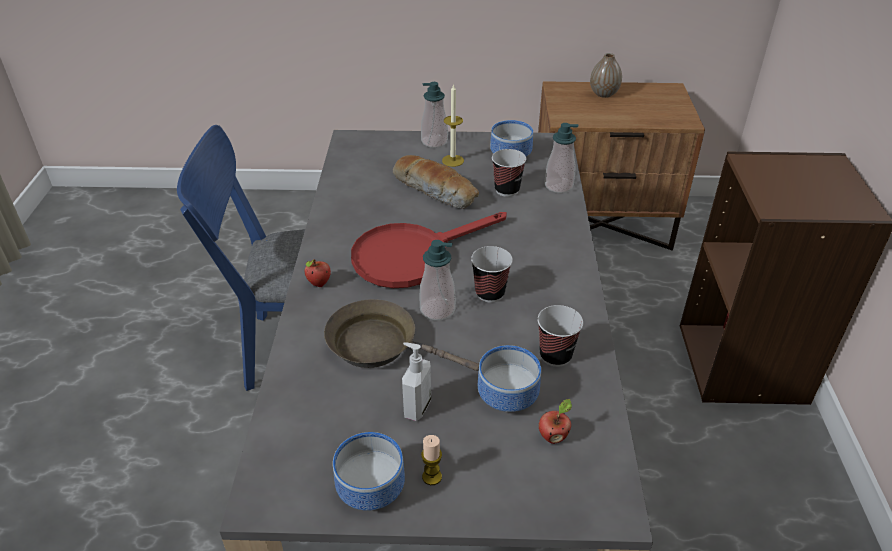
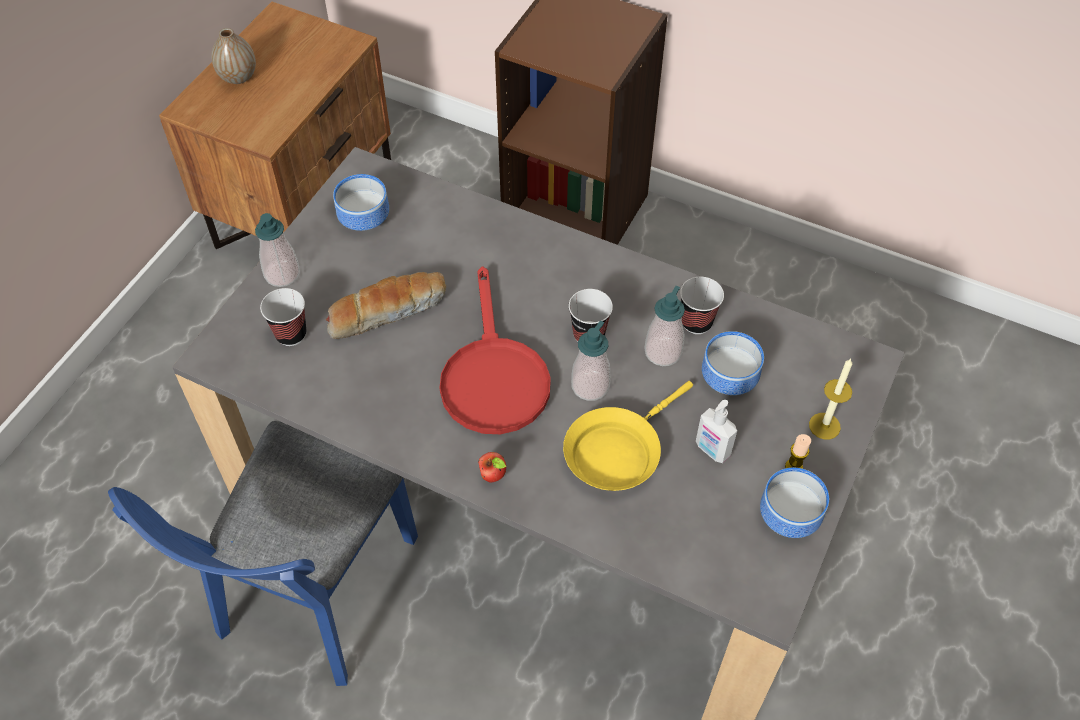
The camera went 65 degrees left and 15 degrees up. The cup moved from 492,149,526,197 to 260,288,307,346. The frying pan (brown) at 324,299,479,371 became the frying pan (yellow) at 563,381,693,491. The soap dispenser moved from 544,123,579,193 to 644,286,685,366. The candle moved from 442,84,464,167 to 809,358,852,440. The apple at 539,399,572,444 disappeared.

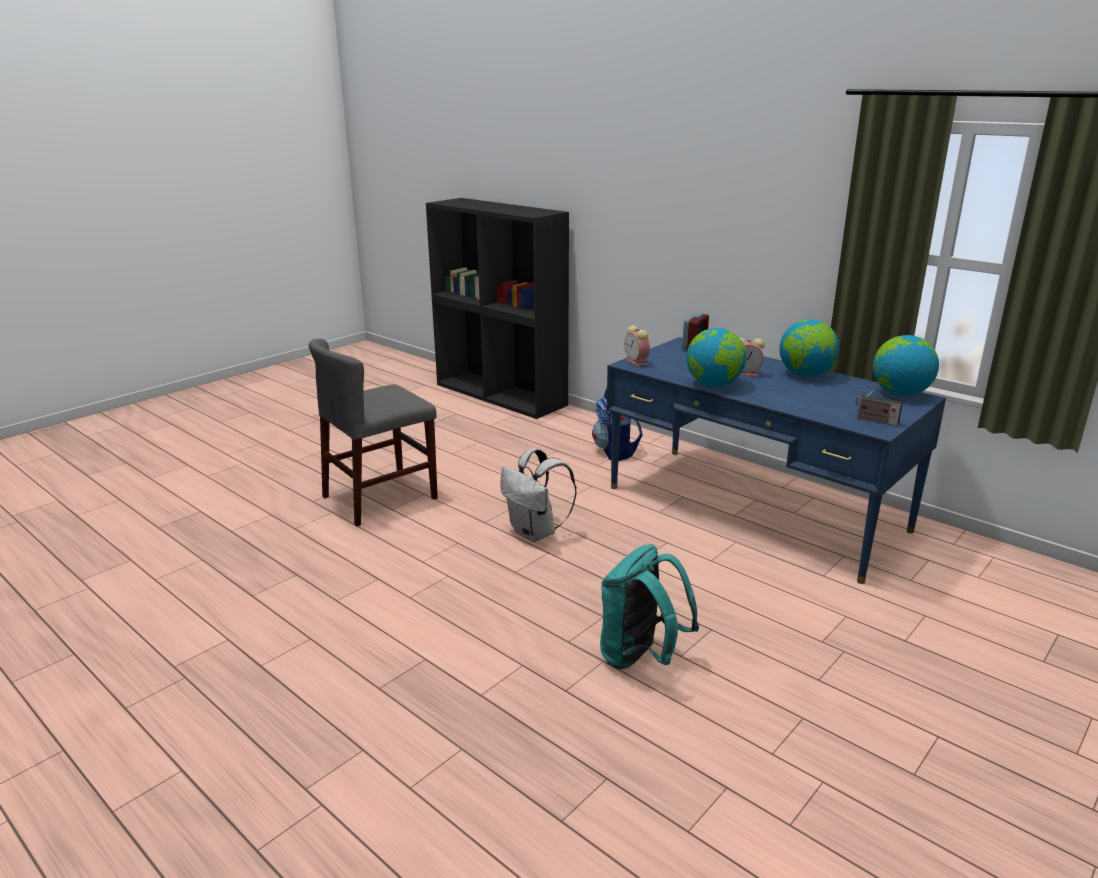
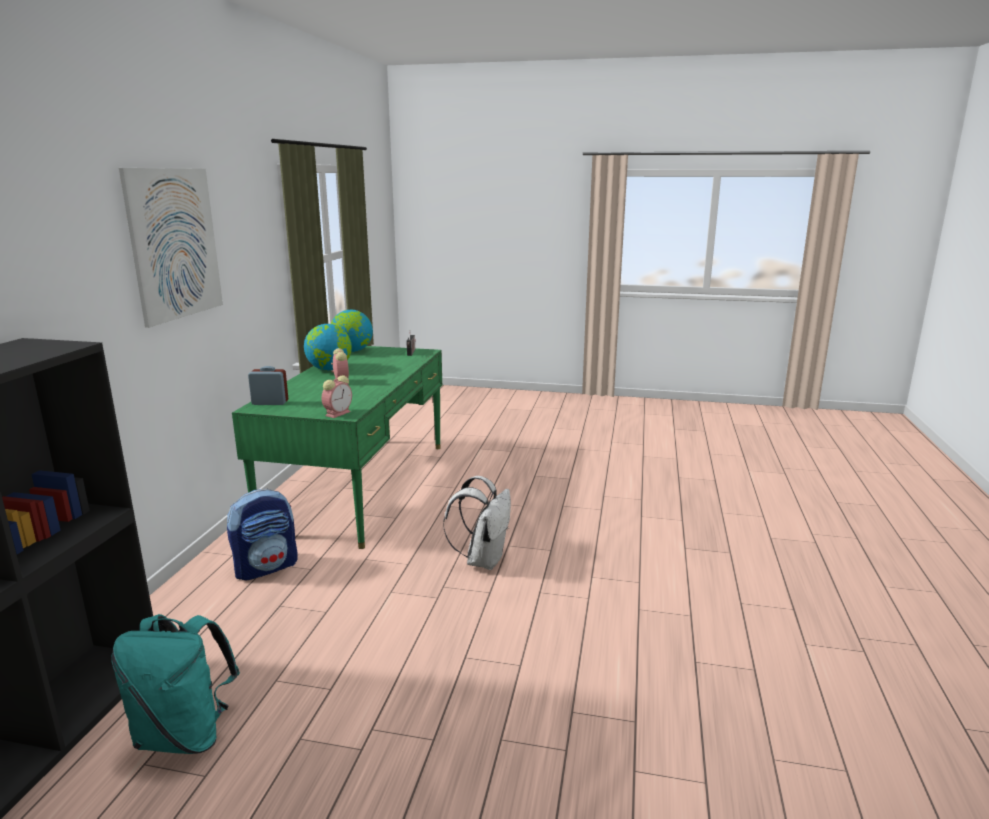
The camera went 120 degrees left and 5 degrees down. The backpack (turquoise) moved from 600,544,699,669 to 111,614,240,754. The picture at 119,168,223,328 appeared. The desk (blue) at 607,337,946,584 became the desk (green) at 232,346,442,549. The chair (grey) at 309,339,438,526 disappeared. The globe at 686,328,746,387 disappeared.

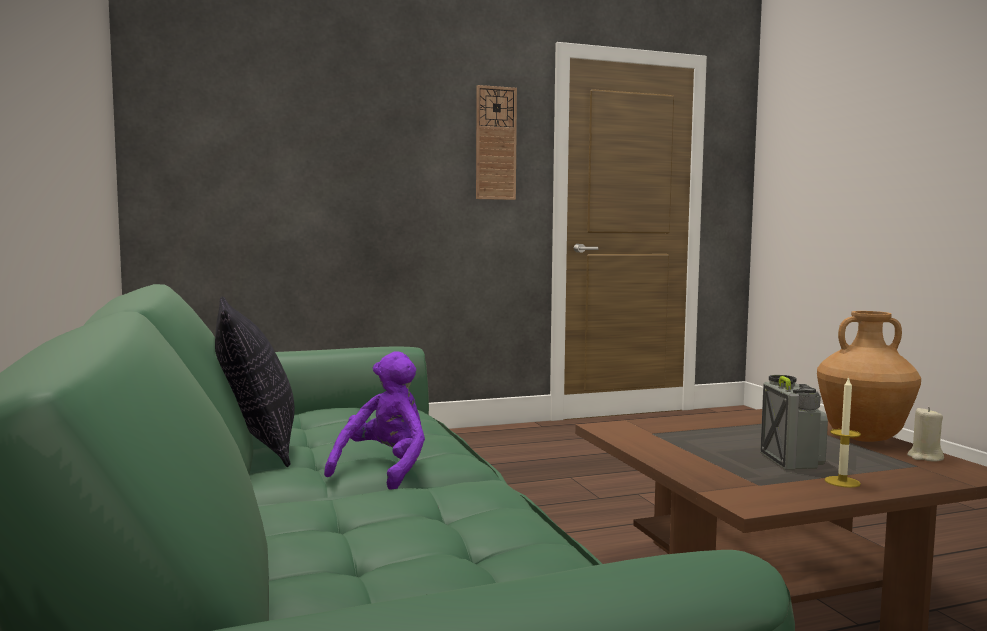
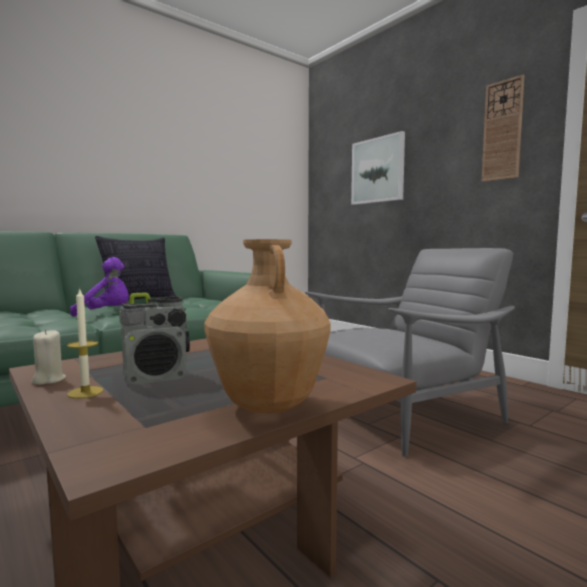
The camera went 70 degrees right and 0 degrees up. The candle (beige) moved from 907,407,944,461 to 31,329,66,385. The armchair (grey) at 305,248,515,457 appeared. The picture at 351,131,405,205 appeared.

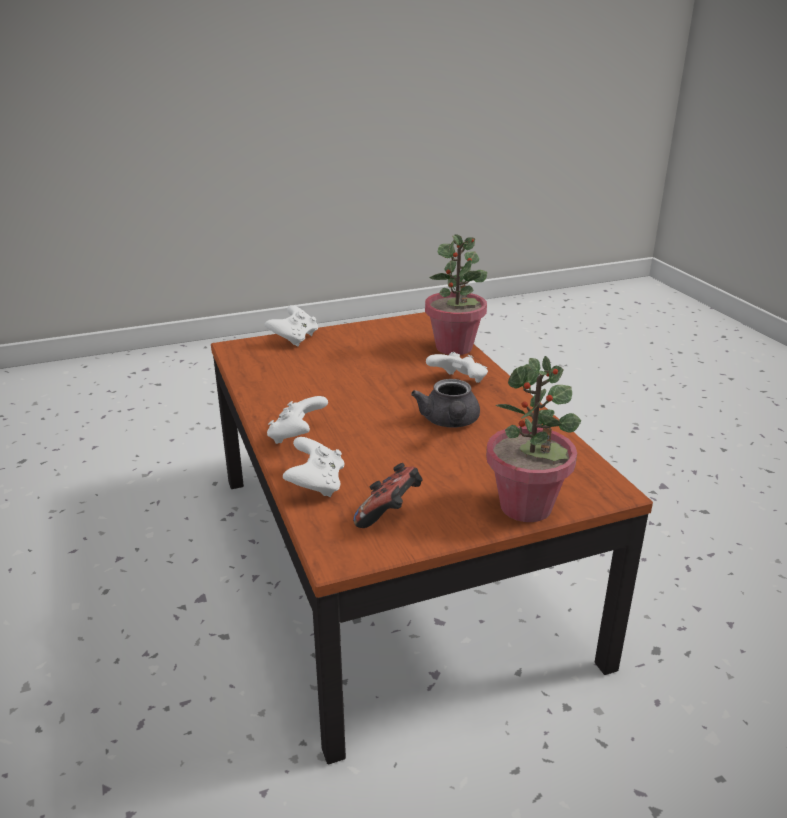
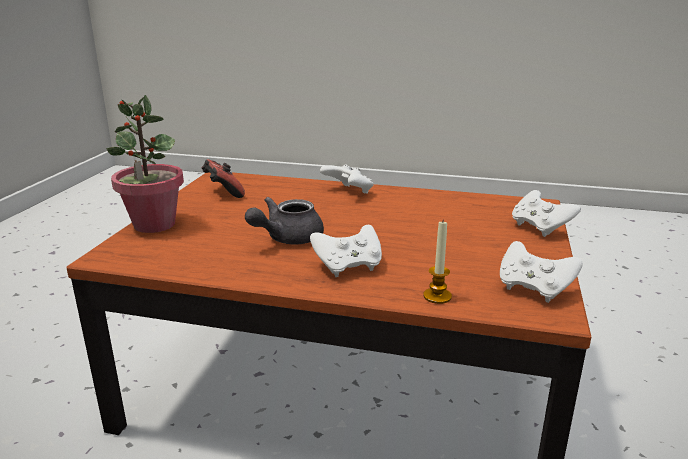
The camera went 125 degrees right and 5 degrees down. The teapot (grey) at 411,379,480,427 turned 75 degrees counterclockwise. The potted plant at 425,234,487,355 was replaced by the candle at 423,222,452,304. The game controller (white) moved from 283,437,345,497 to 500,241,583,303.

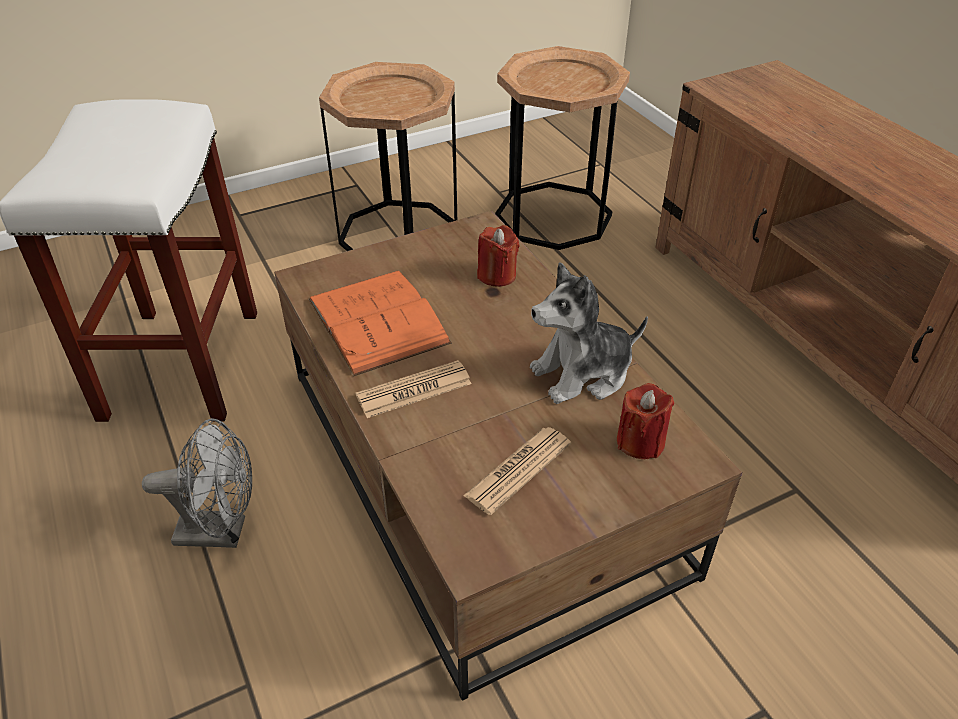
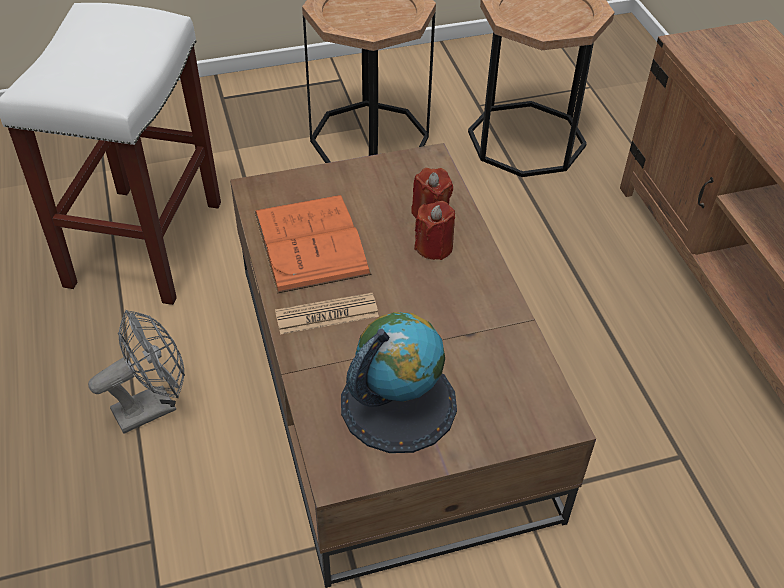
The camera went 10 degrees right and 5 degrees up. The fan (grey) at 142,418,252,548 turned 45 degrees counterclockwise. The newspaper at 463,427,571,515 was replaced by the globe at 341,312,457,453. The candle (red) moved from 617,383,674,459 to 414,201,455,260. The plush toy at 530,262,648,404 disappeared.

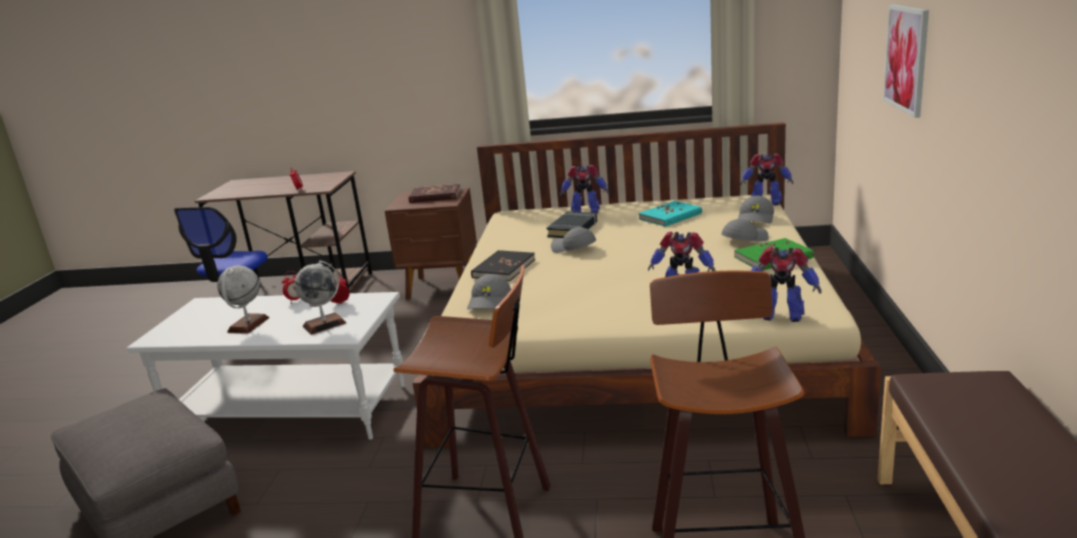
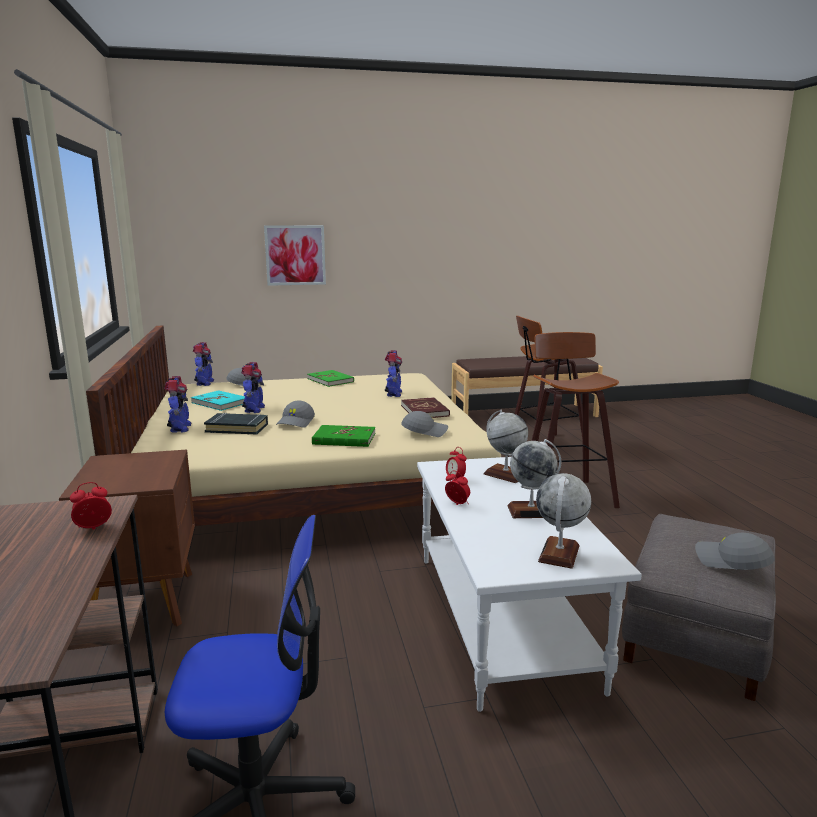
The camera went 110 degrees left and 5 degrees down. The toy robot moved from 751,247,821,322 to 241,362,265,413. The book (black) at 471,250,535,281 became the book (green) at 312,425,375,447. The book (red) moved from 408,184,461,203 to 401,397,450,418. The globe at 536,473,591,569 appeared. The cap (grey) moved from 721,219,769,241 to 695,533,775,570.

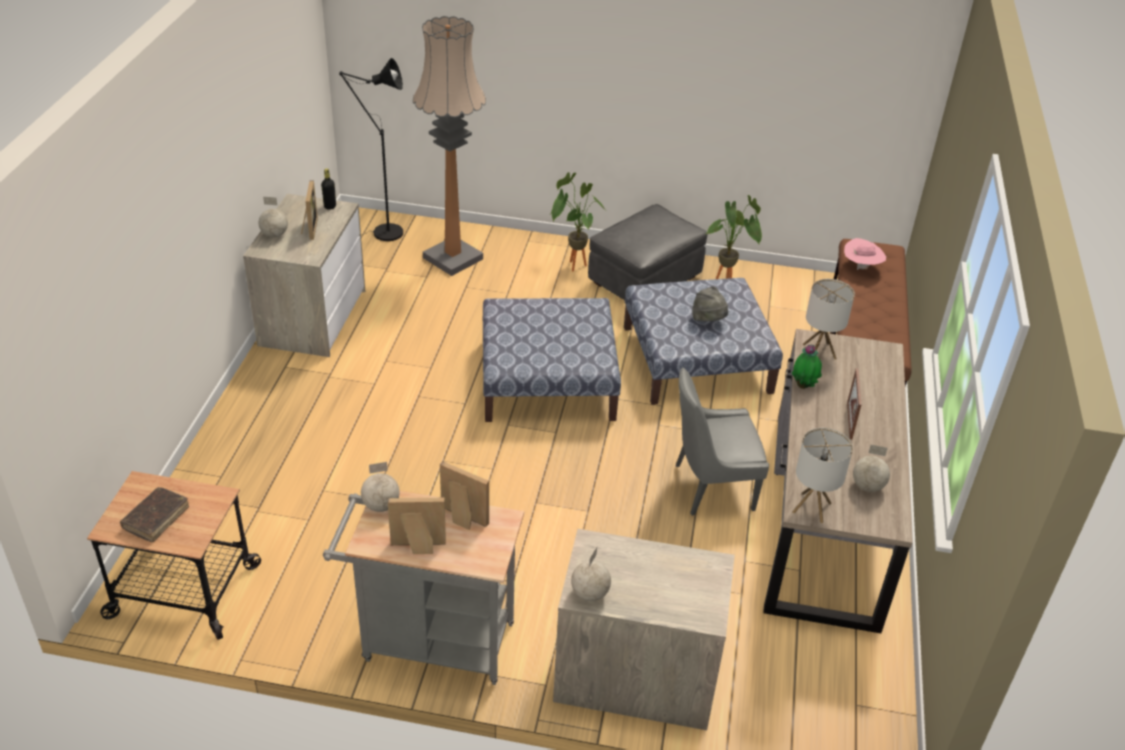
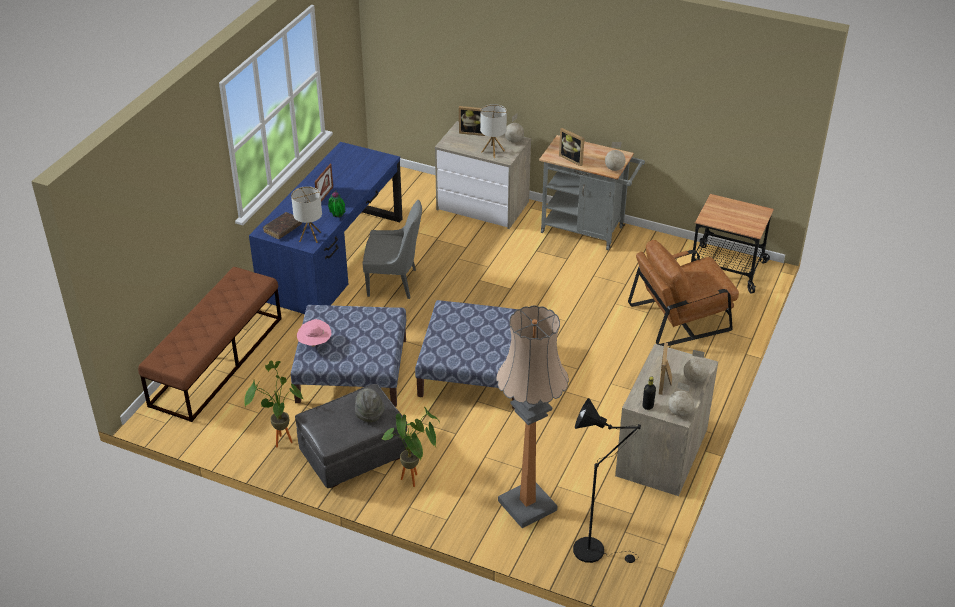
The camera went 165 degrees left and 0 degrees up. The desk (brown) at 763,329,913,633 became the desk (blue) at 249,142,402,314. The book (brown) moved from 120,487,189,542 to 263,212,302,239. The hat (pink) moved from 844,238,886,270 to 297,319,331,347. The hat (grey) moved from 692,286,729,321 to 355,388,385,423. The picture frame moved from 388,498,446,554 to 459,106,486,136. The table lamp moved from 792,428,853,523 to 480,104,507,158. The armchair (brown) at 628,240,739,346 appeared. The globe moved from 853,445,890,492 to 668,382,694,416.

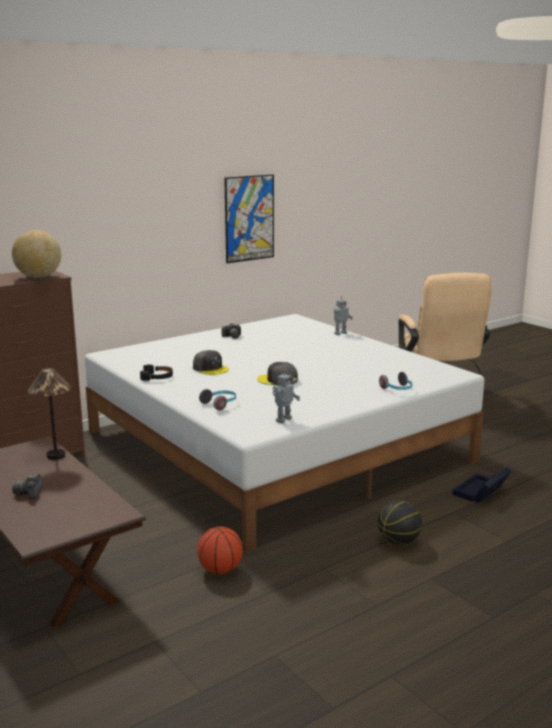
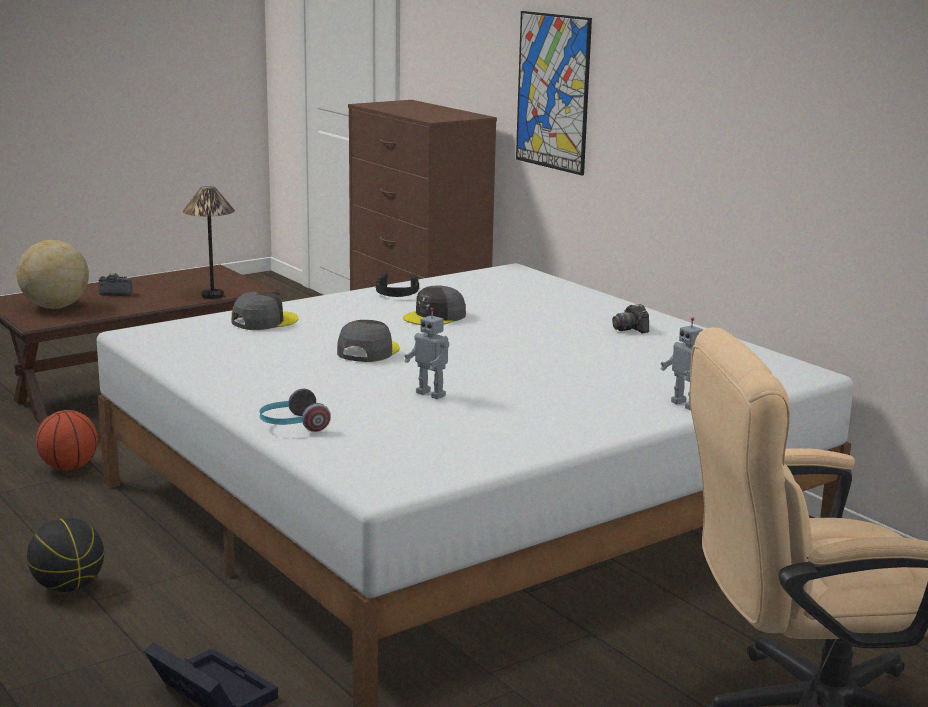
The camera went 90 degrees right and 0 degrees up. The globe moved from 12,230,61,278 to 17,240,89,309. The headphones at 199,389,236,411 was replaced by the cap (grey) at 232,291,299,330. The toy robot moved from 273,370,300,423 to 404,308,449,399. The picture moved from 224,174,274,263 to 516,11,592,175.

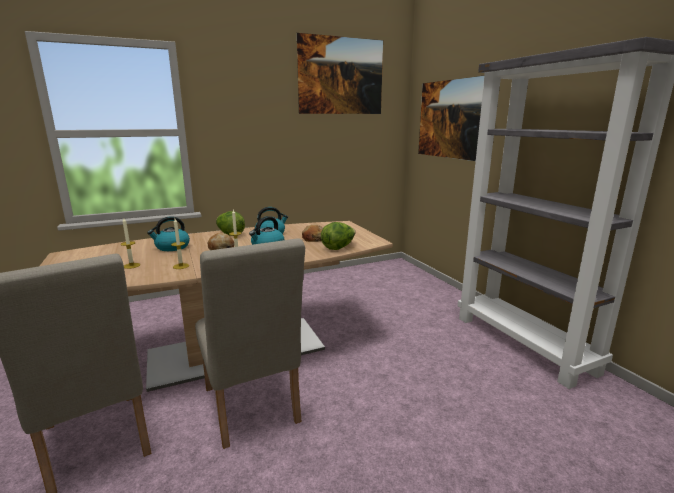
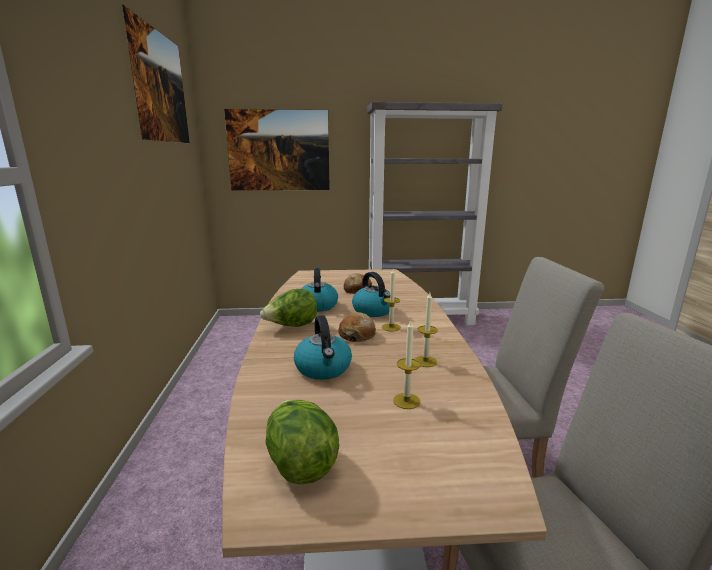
The camera went 70 degrees left and 0 degrees up. The lettuce moved from 321,222,356,250 to 265,400,339,484.

